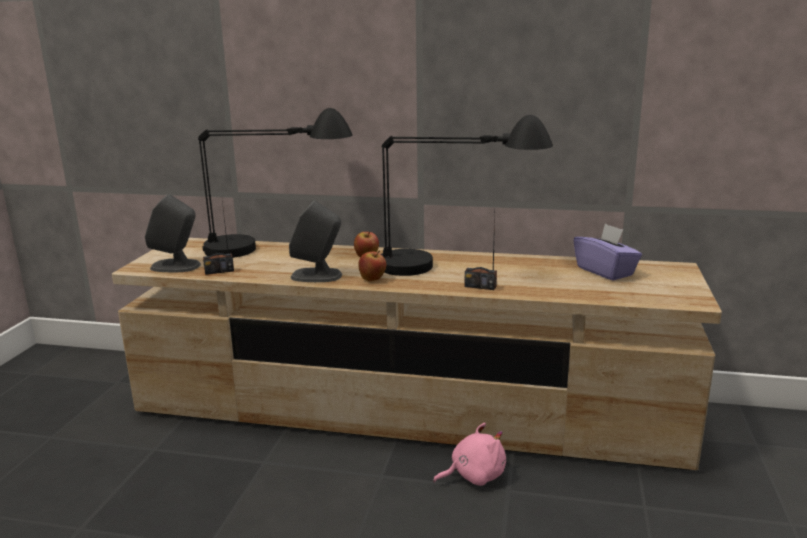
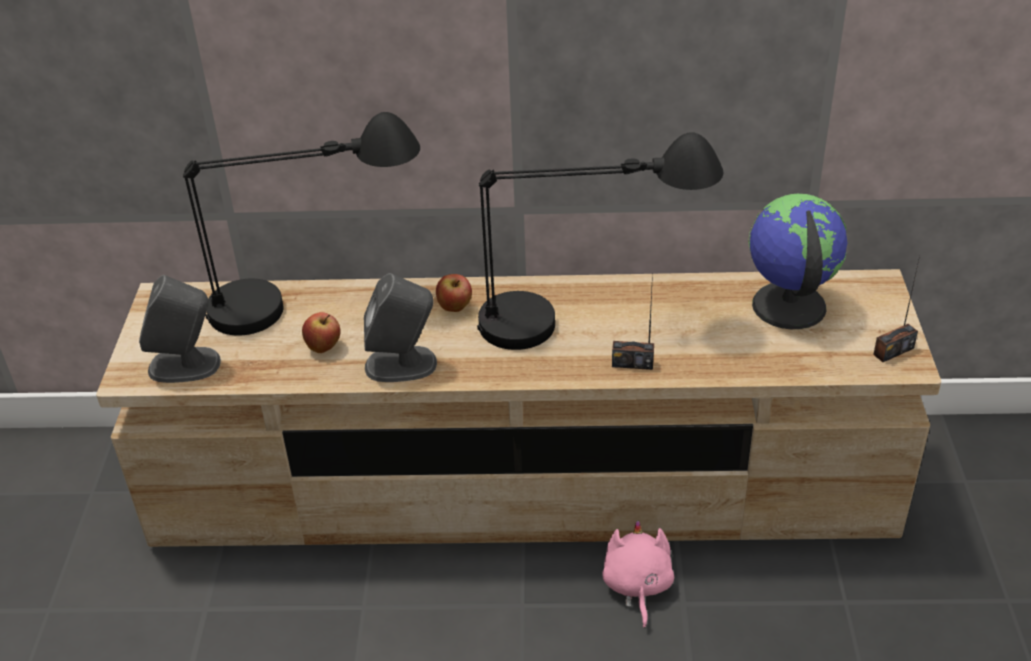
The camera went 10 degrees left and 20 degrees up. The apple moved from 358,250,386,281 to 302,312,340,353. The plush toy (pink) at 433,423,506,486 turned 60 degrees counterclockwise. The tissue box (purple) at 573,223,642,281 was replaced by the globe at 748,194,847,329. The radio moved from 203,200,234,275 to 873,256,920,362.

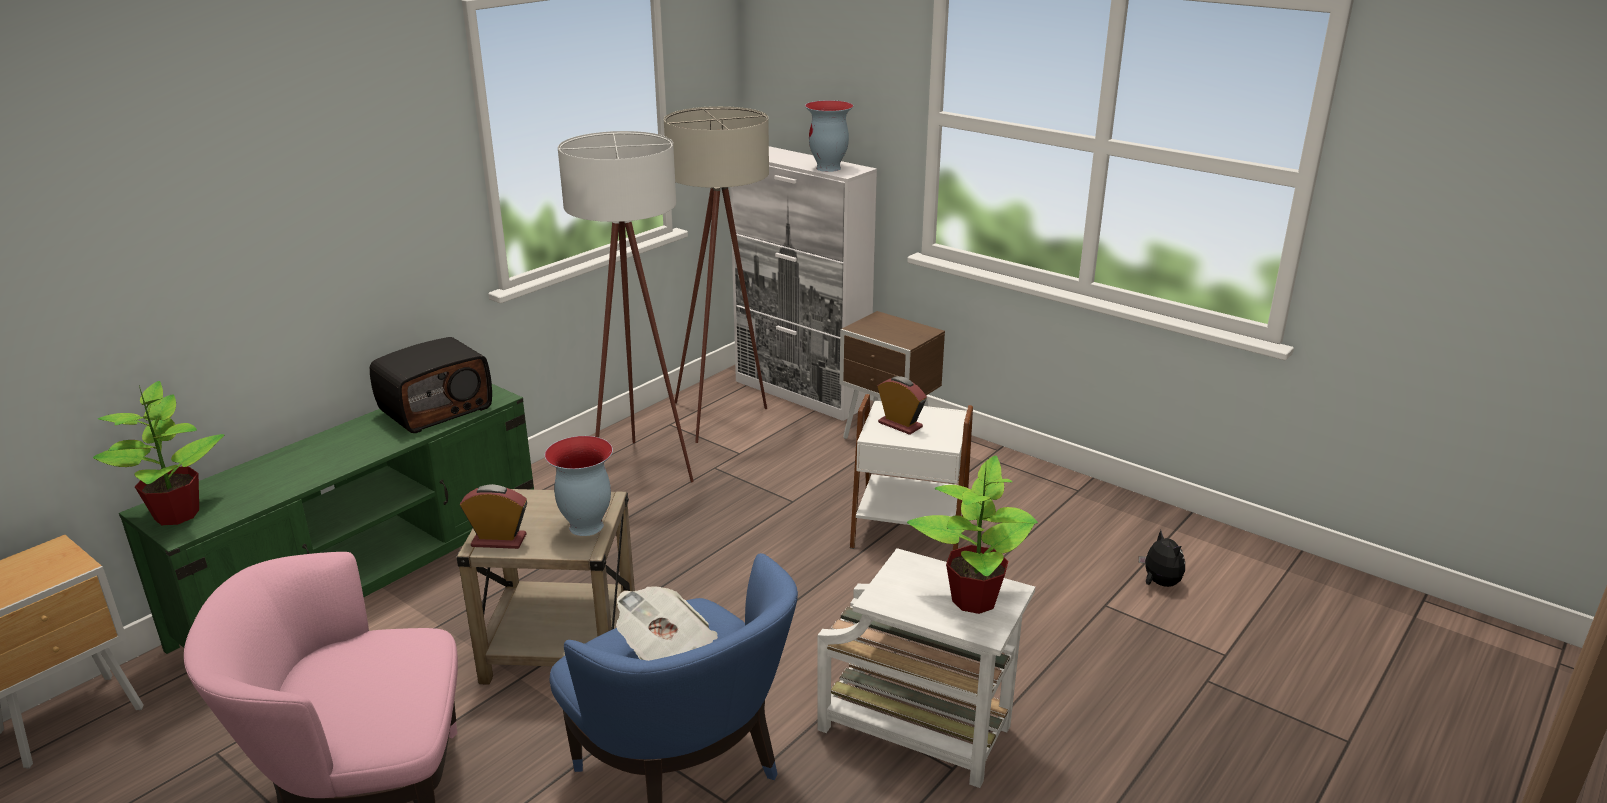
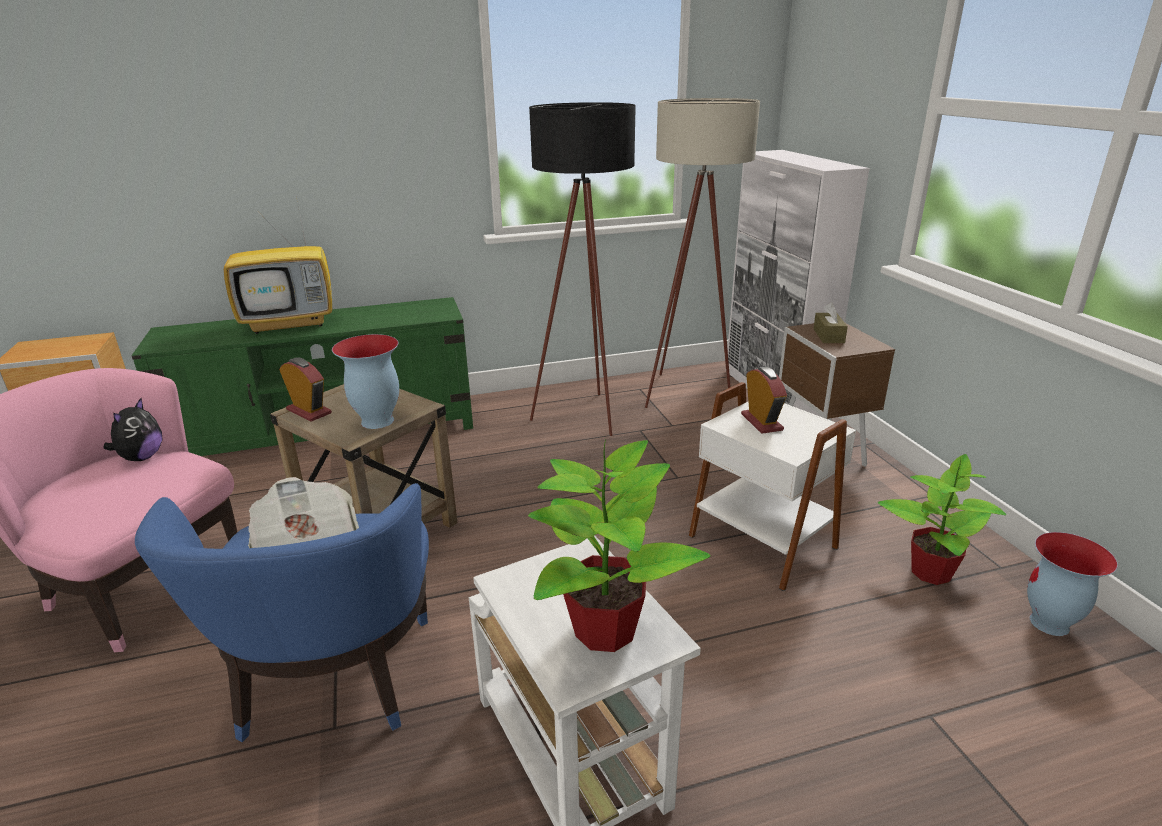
The camera went 35 degrees right and 0 degrees up. The plush toy moved from 1139,530,1185,587 to 104,398,162,461. The television at 224,201,332,334 appeared. The floor lamp (white) at 558,131,694,482 became the floor lamp (black) at 529,102,636,436. The tissue box (brown) at 813,302,848,343 appeared. The potted plant moved from 93,381,224,525 to 878,454,1006,585. The vase moved from 805,100,853,172 to 1027,532,1118,636. The radio at 370,337,492,433 disappeared.

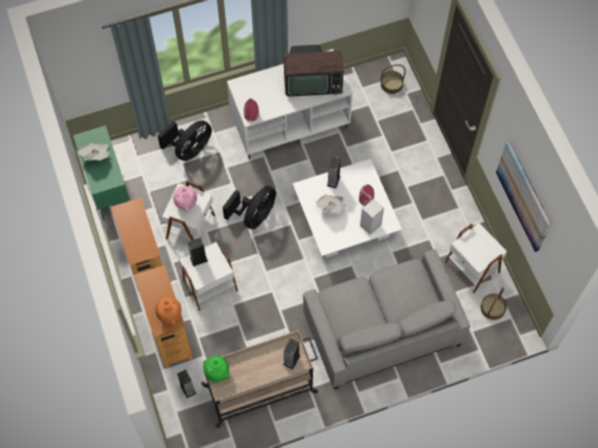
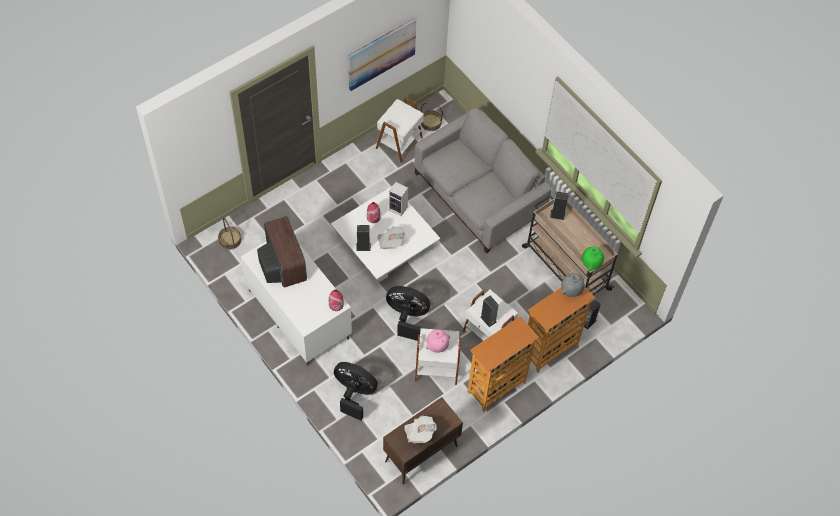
The camera went 110 degrees left and 5 degrees down. The cabinet (green) at 73,125,129,221 became the cabinet (brown) at 383,397,463,485. The vase (orange) at 155,297,181,325 became the vase (grey) at 561,273,585,297.

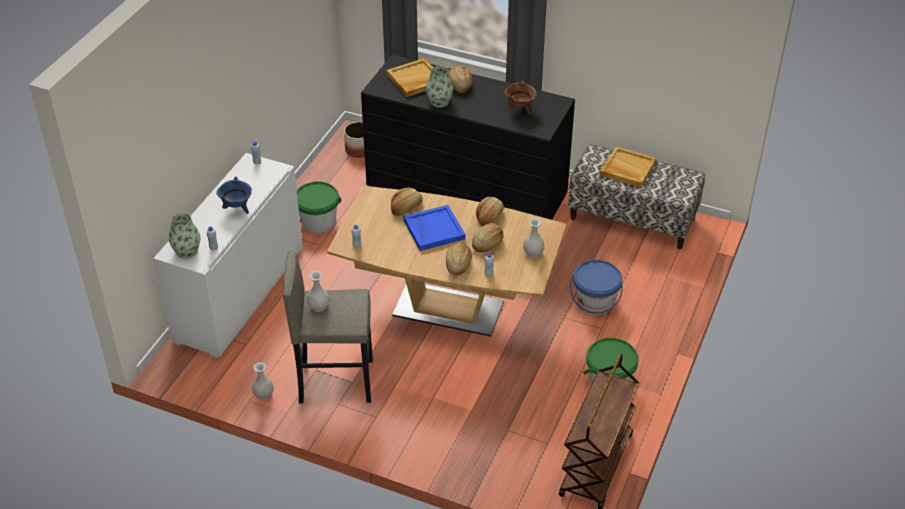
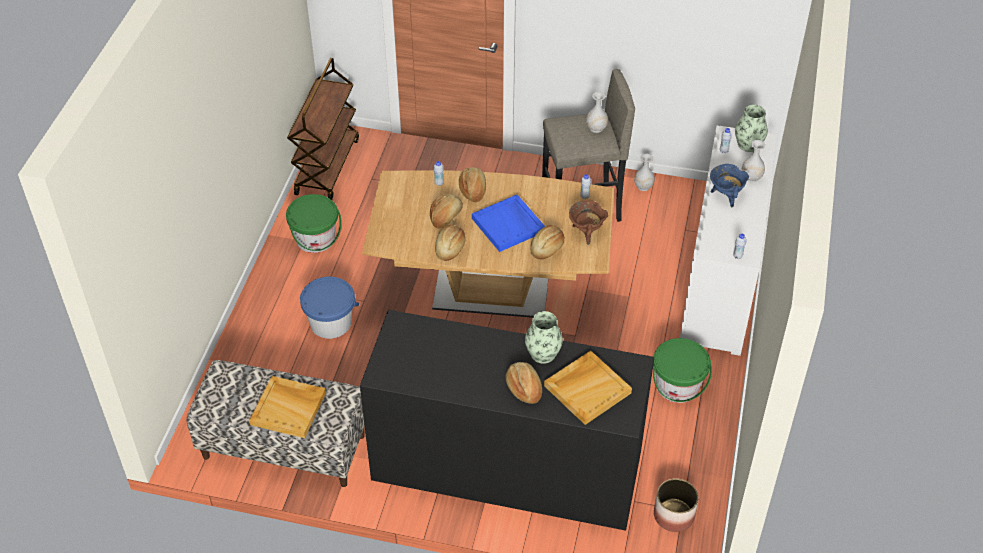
The camera went 170 degrees right and 5 degrees up. The cooking pot (brown) moved from 504,80,537,115 to 569,200,608,245. The vase (white) moved from 523,218,544,258 to 741,140,765,182.

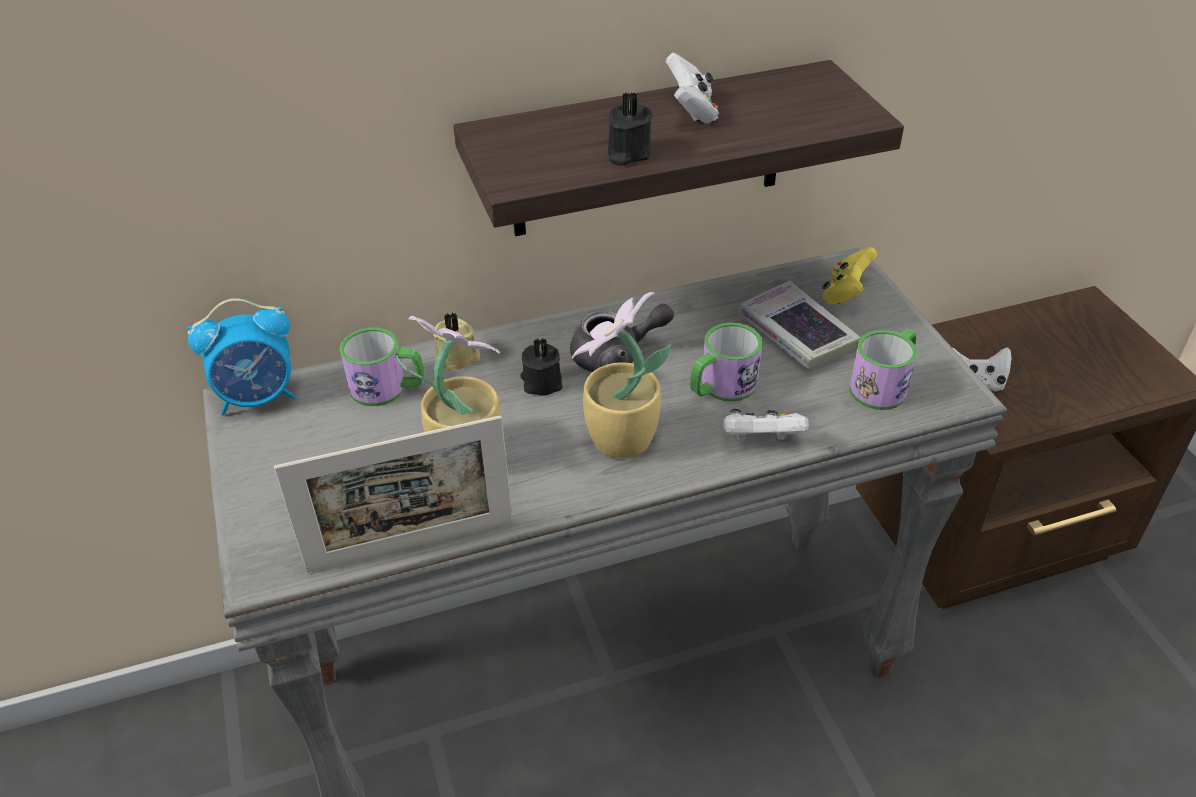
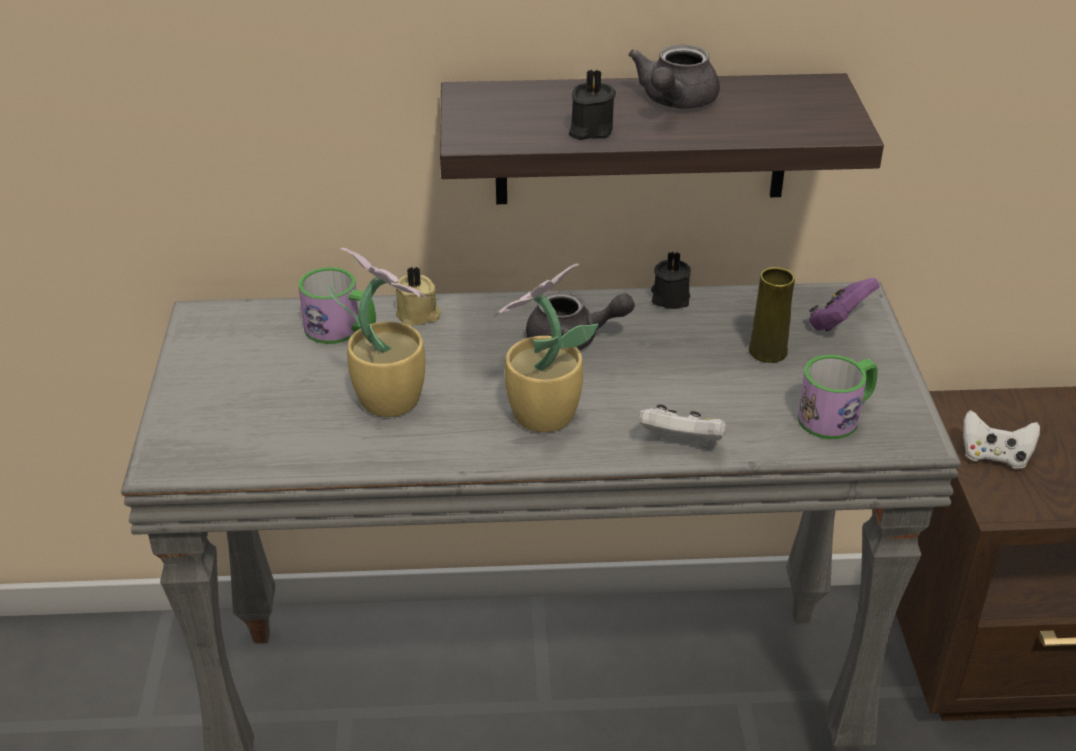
The camera went 15 degrees right and 5 degrees down. The game controller (white) at 666,53,719,123 was replaced by the teapot (grey) at 628,45,720,109. The candle (black) moved from 520,338,563,395 to 651,252,691,309. The book at 738,281,861,370 was replaced by the vase (yellow) at 749,267,795,363. The game controller (yellow) at 822,247,877,305 became the game controller (purple) at 809,278,880,331. The alarm clock at 187,298,295,415 disappeared. The picture frame at 274,415,513,573 disappeared. The mug at 690,323,762,402 disappeared.

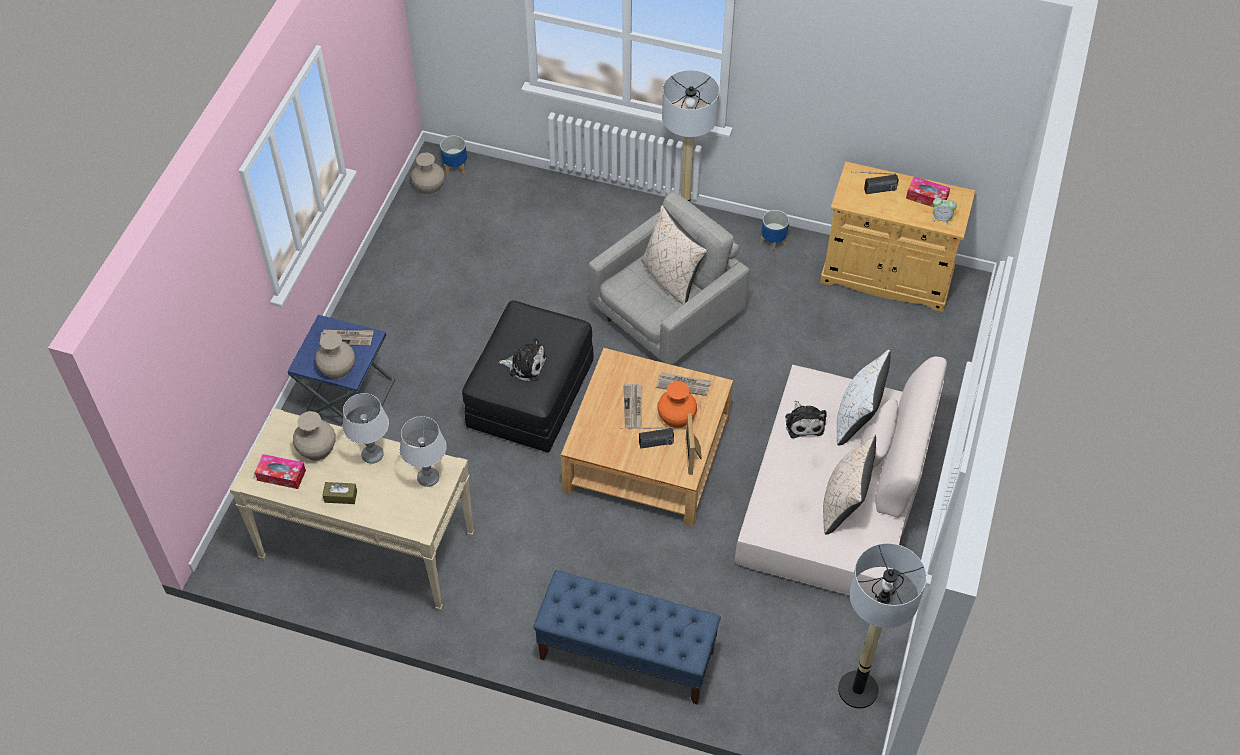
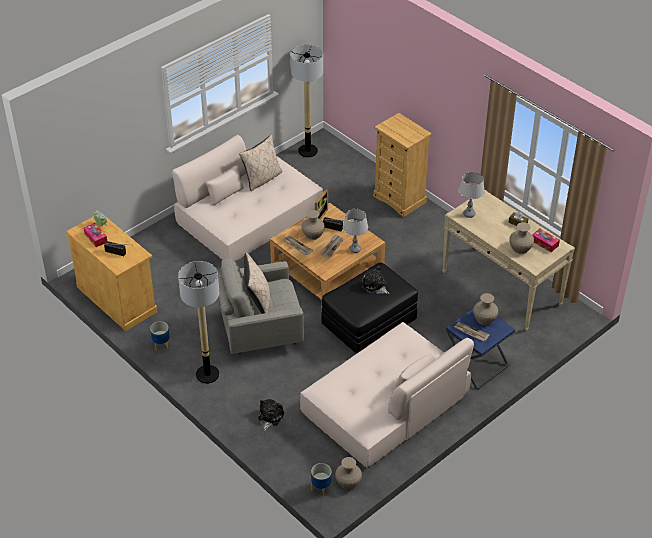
The camera went 150 degrees left and 10 degrees down. The plush toy moved from 785,401,827,438 to 258,399,284,431. The sofa (beige) at 300,322,474,467 appeared. The vase (orange) at 657,381,697,428 became the vase (beige) at 302,210,325,240. The table lamp (grey) moved from 342,393,389,464 to 343,209,368,253. The bench (blue) at 533,570,721,705 was replaced by the dresser (beige) at 373,113,432,217. The pillow (white) at 837,350,891,446 disappeared.

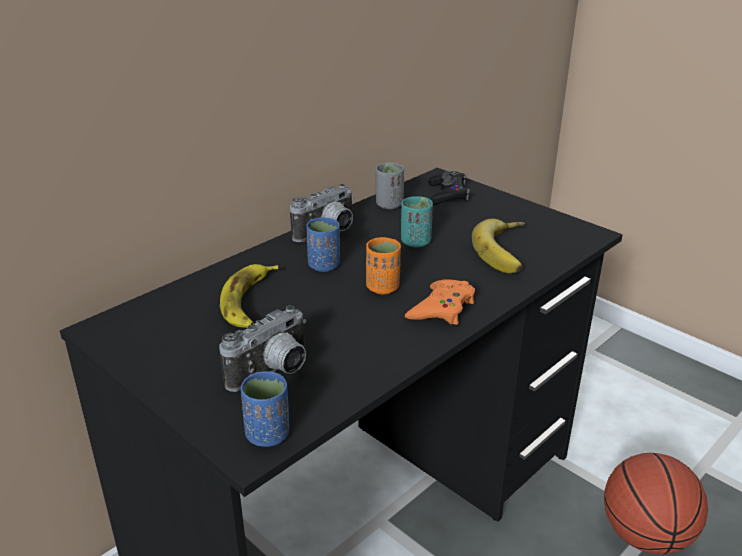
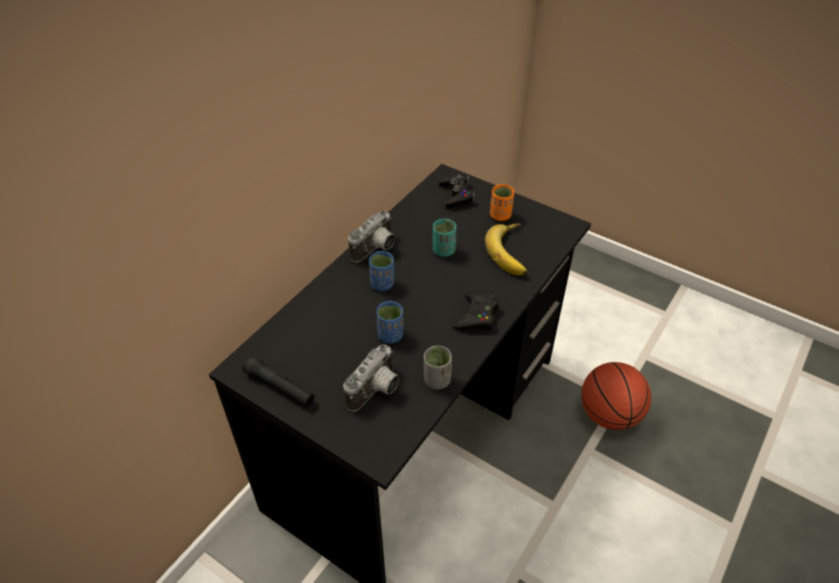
The camera went 10 degrees left and 15 degrees up. The flashlight (black) at 243,355,315,407 appeared. The cup (blue) moved from 241,371,289,447 to 376,301,403,343. The cup (grey) moved from 376,162,404,209 to 424,346,452,390. The game controller (orange) at 405,279,475,325 became the game controller (black) at 453,291,499,330. The cup (orange) moved from 366,237,401,294 to 490,184,514,221. The banana at 220,264,278,328 disappeared.

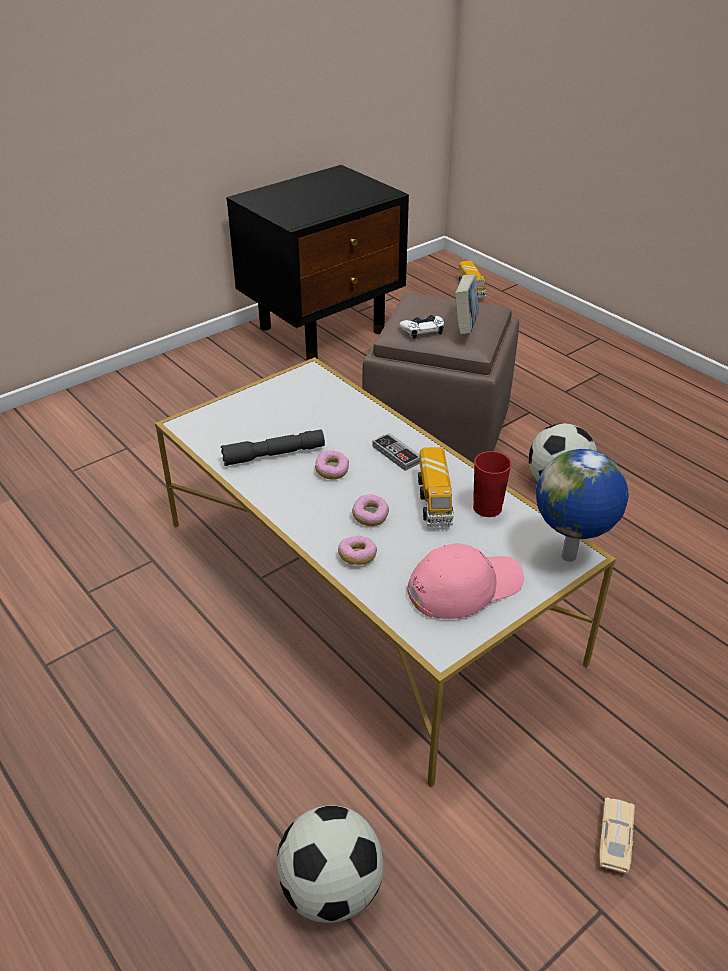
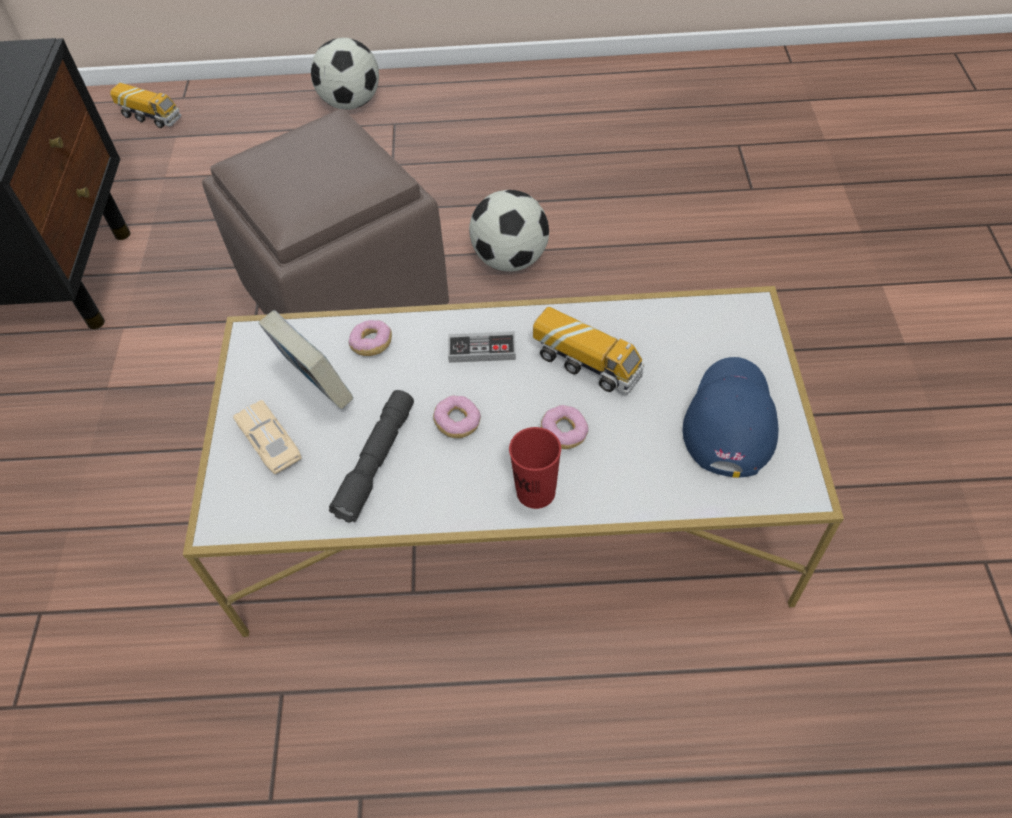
The camera went 50 degrees left and 15 degrees up. The toy car (beige) moved from 599,797,635,874 to 233,400,302,474. The book moved from 455,274,479,334 to 259,310,354,409. The football moved from 277,806,384,923 to 311,38,379,110. The donut moved from 338,536,377,565 to 348,320,392,356. The cup (red) moved from 473,451,512,517 to 509,427,561,509. The cap (pink) at 407,543,524,619 became the cap (blue) at 683,357,779,478. The game controller (white) at 400,315,444,339 disappeared. The globe at 536,449,629,562 disappeared.

